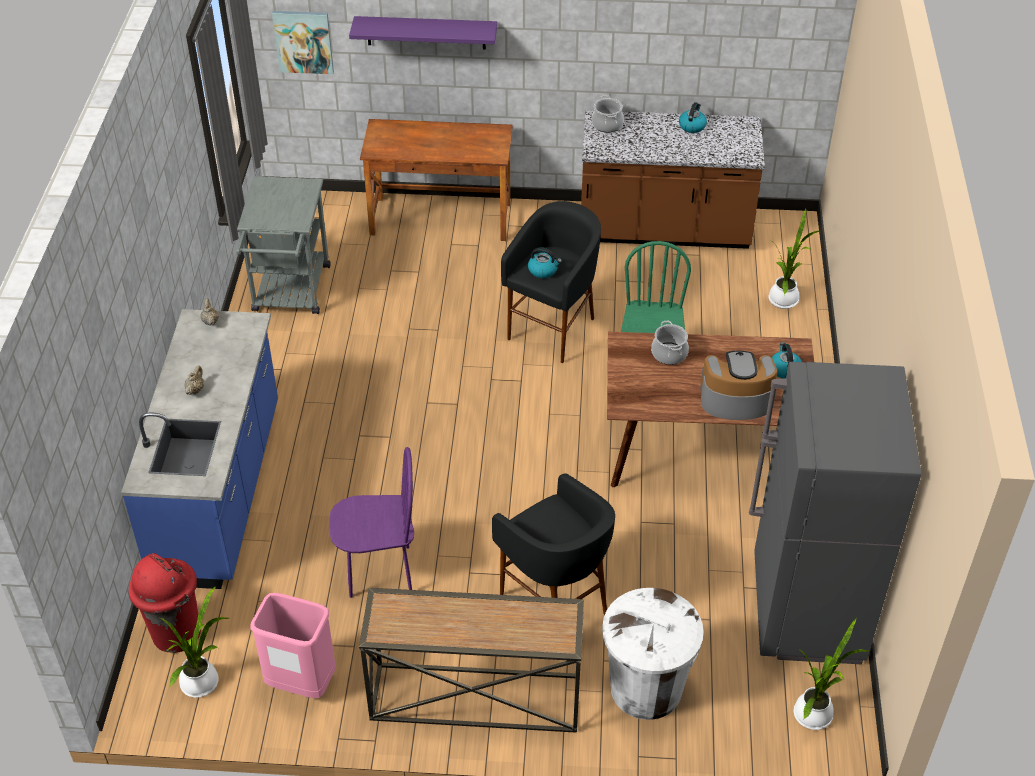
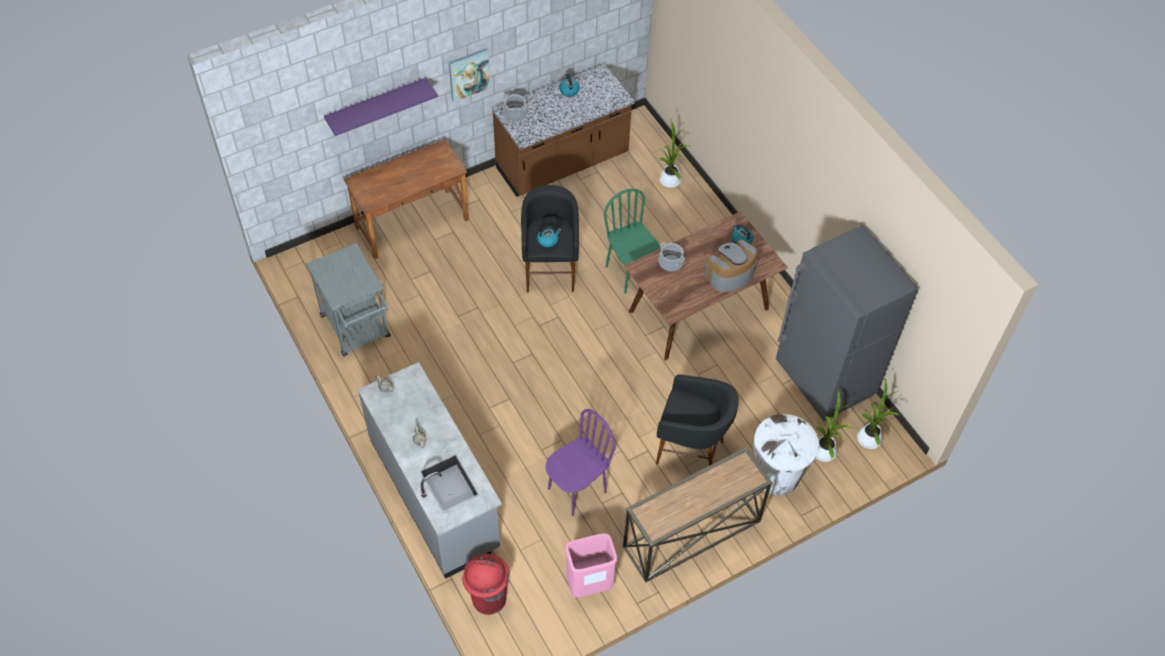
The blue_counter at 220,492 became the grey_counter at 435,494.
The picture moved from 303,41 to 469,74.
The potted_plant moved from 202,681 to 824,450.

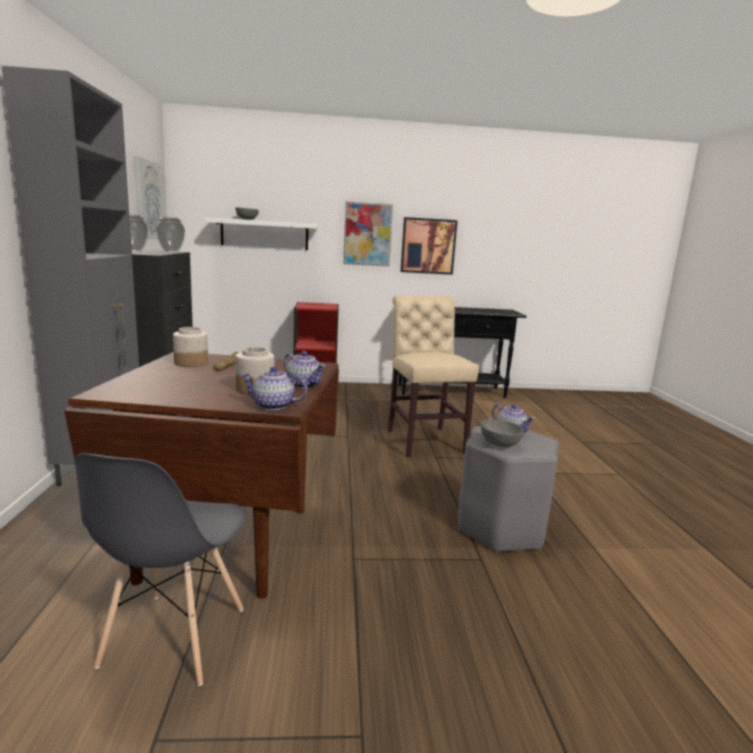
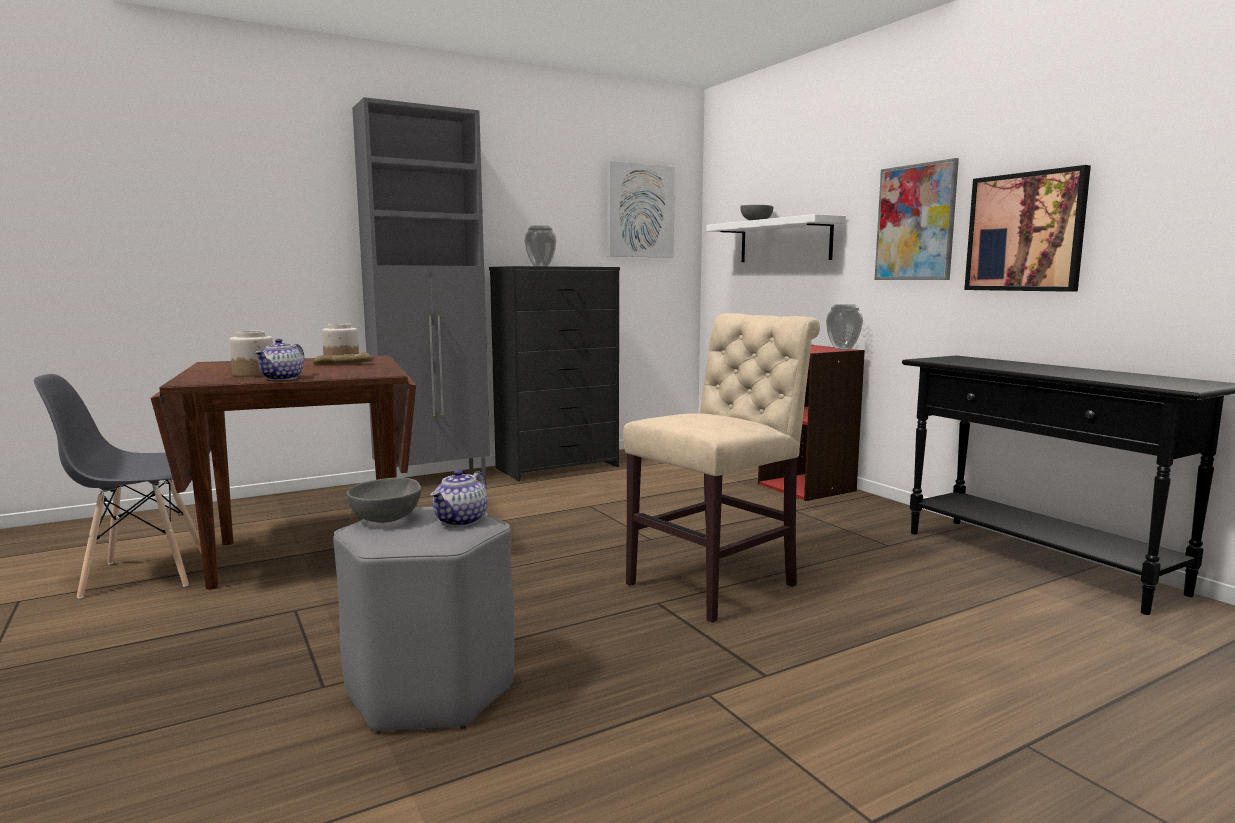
The vase moved from 172,252 to 843,349.
The teapot at 272,406 disappeared.

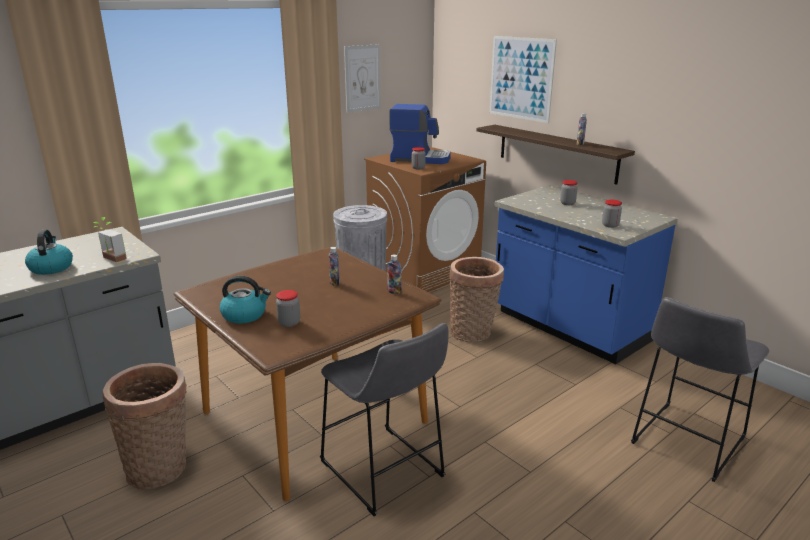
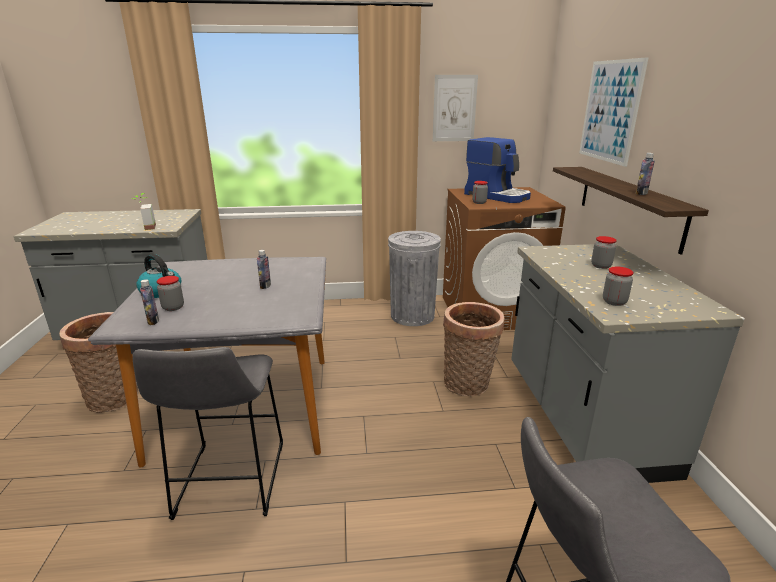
The brown_dining_table at 315,417 became the grey_dining_table at 247,407.
The bottle moved from 394,292 to 153,321.
The blue_counter at 568,327 became the grey_counter at 582,419.
The kettle at 51,267 disappeared.

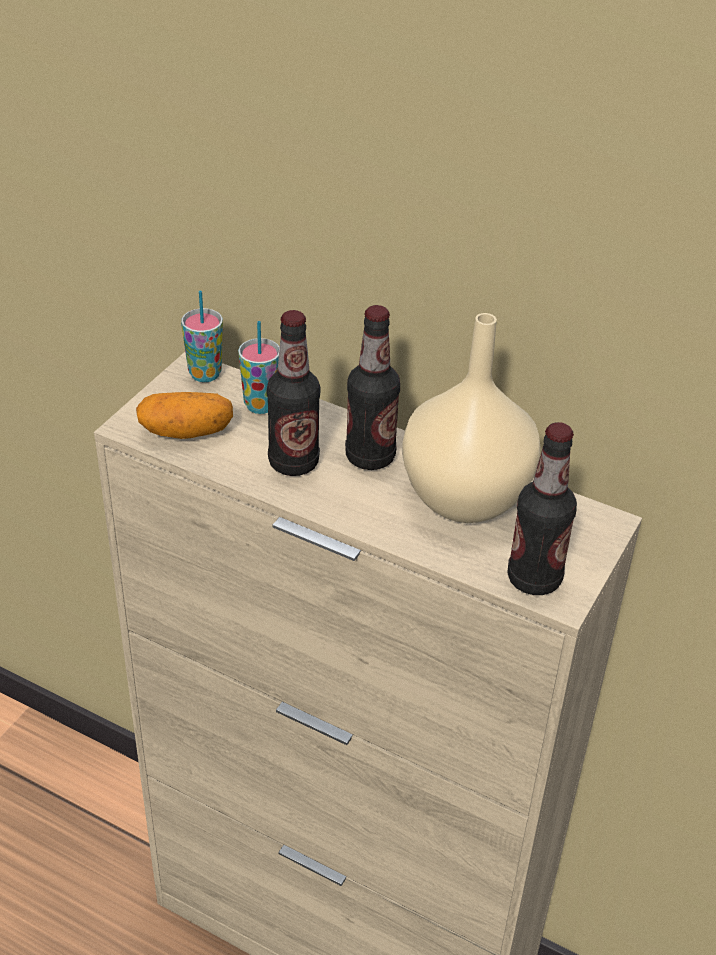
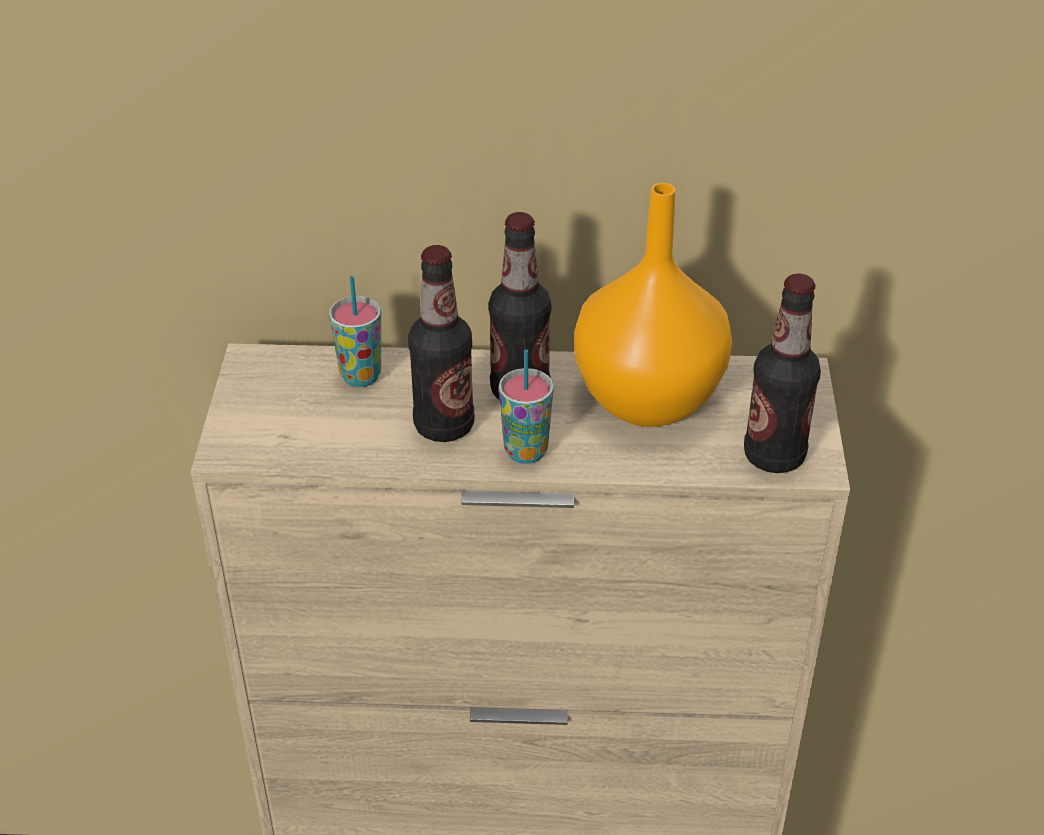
The cup moved from 205,374 to 526,451.
The beige_vase at 463,497 became the orange_vase at 645,398.
The potato at 186,431 disappeared.

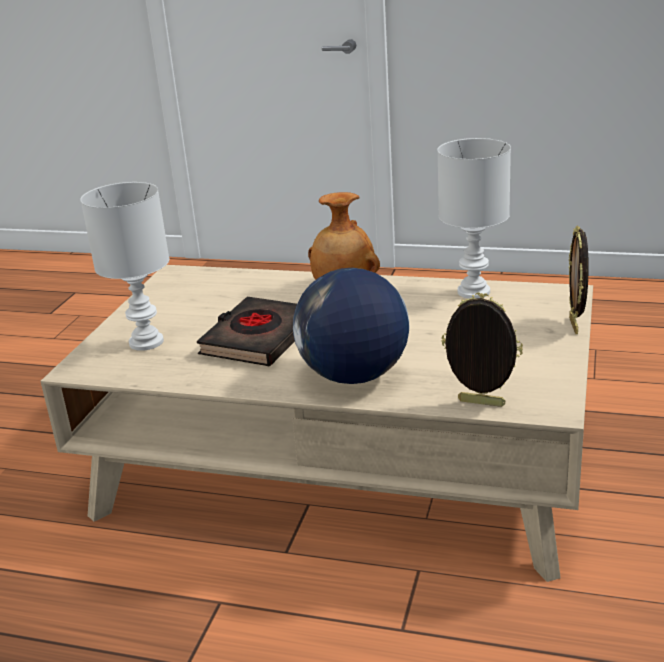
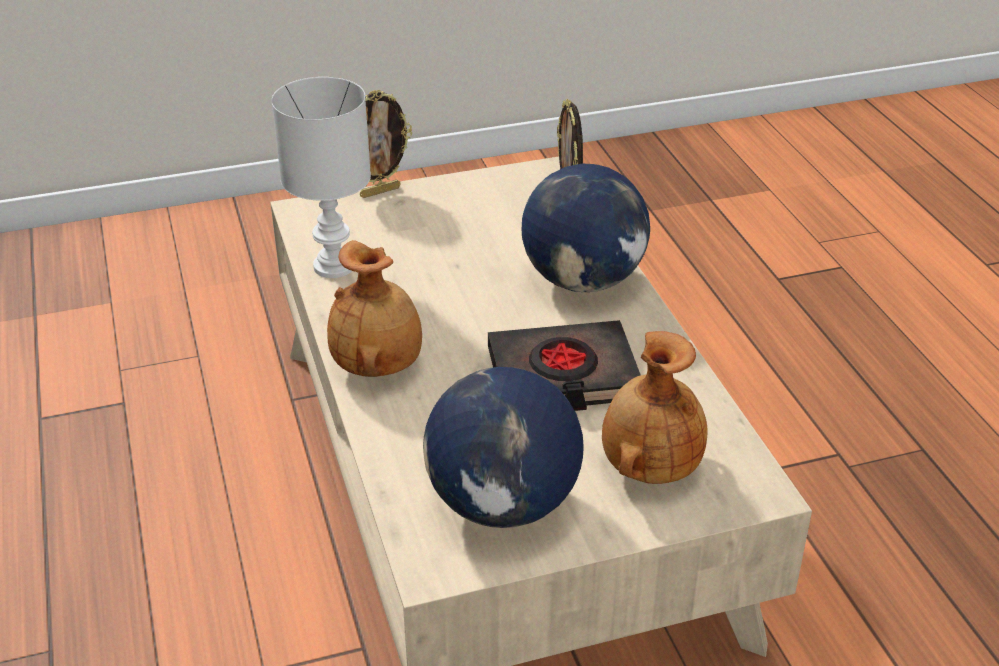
The globe at 503,504 appeared.
The white_table_lamp at 148,342 was replaced by the brown_vase at 649,466.

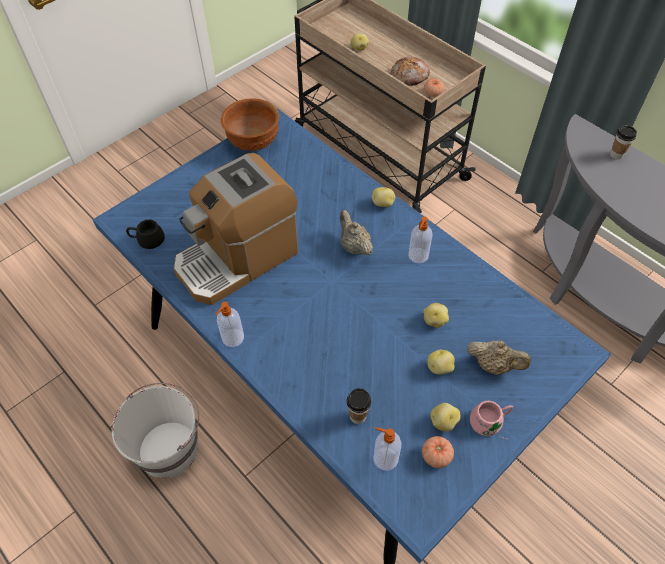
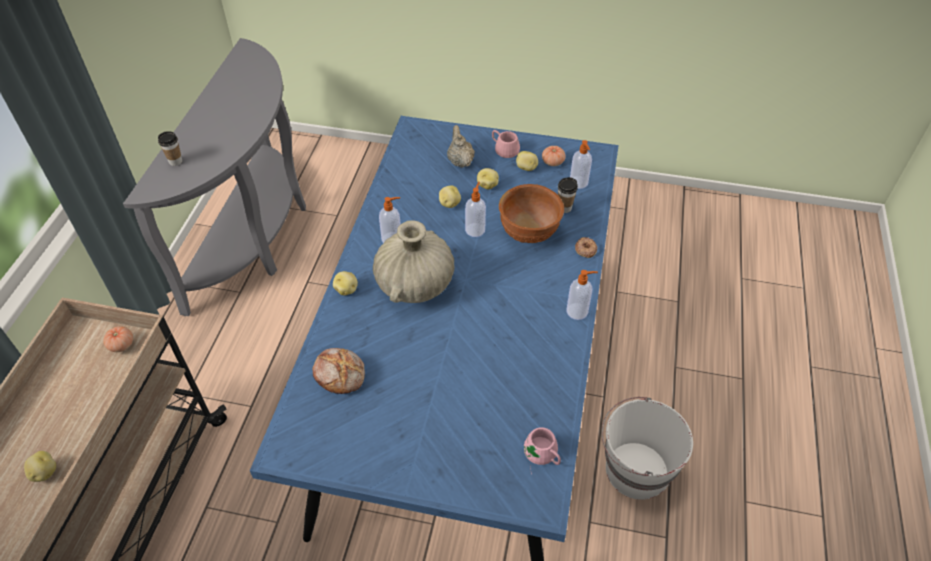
The bread moved from 410,76 to 340,374.
The beige_teapot at 354,246 was replaced by the beige_vase at 415,284.
The soap_dispenser at 475,229 appeared.
The brown_bowl moved from 252,142 to 529,233.
The black_mug at 147,237 became the pink_mug at 540,456.
The donut at 585,249 appeared.
The coffee_machine at 237,258 disappeared.

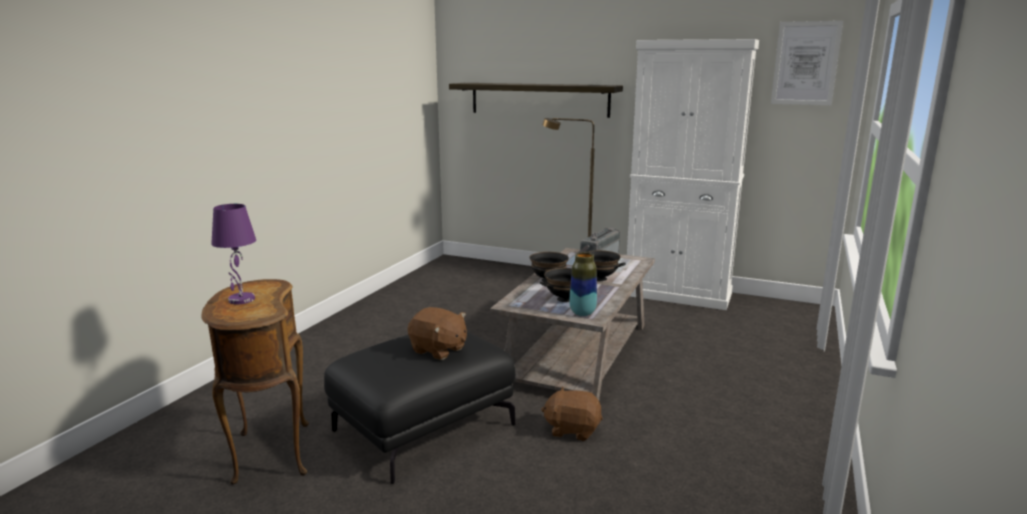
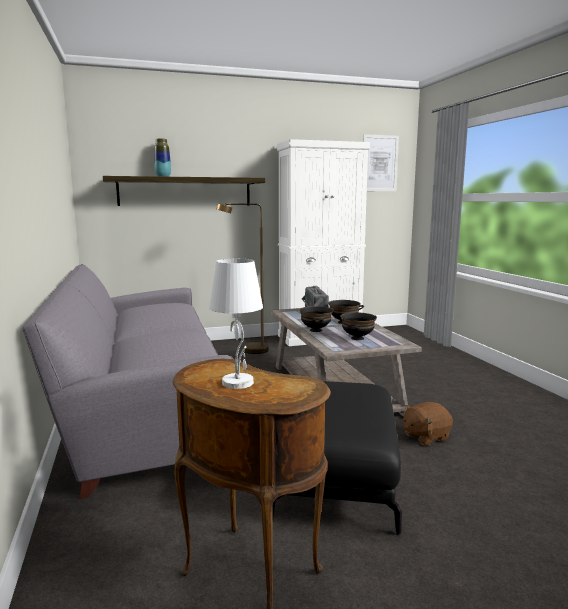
The grey_sofa at 143,409 appeared.
The vase moved from 582,313 to 163,177.
The purple_table_lamp at 241,300 became the white_table_lamp at 238,383.
The brown_plush_toy at 438,350 disappeared.

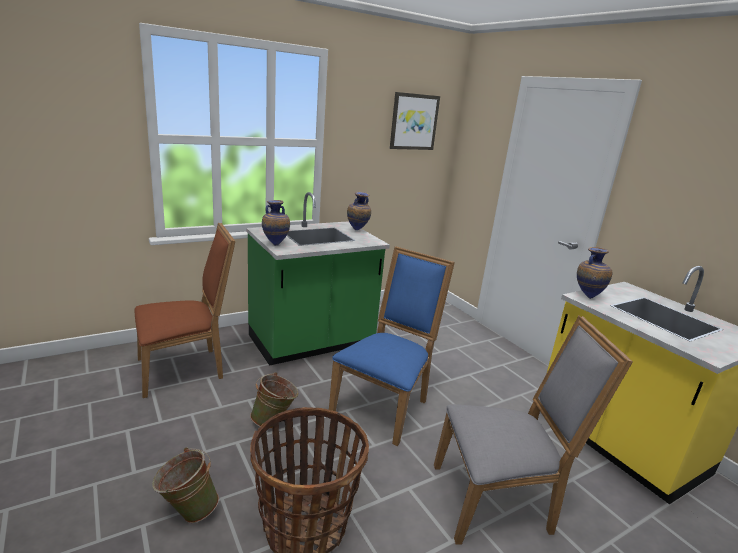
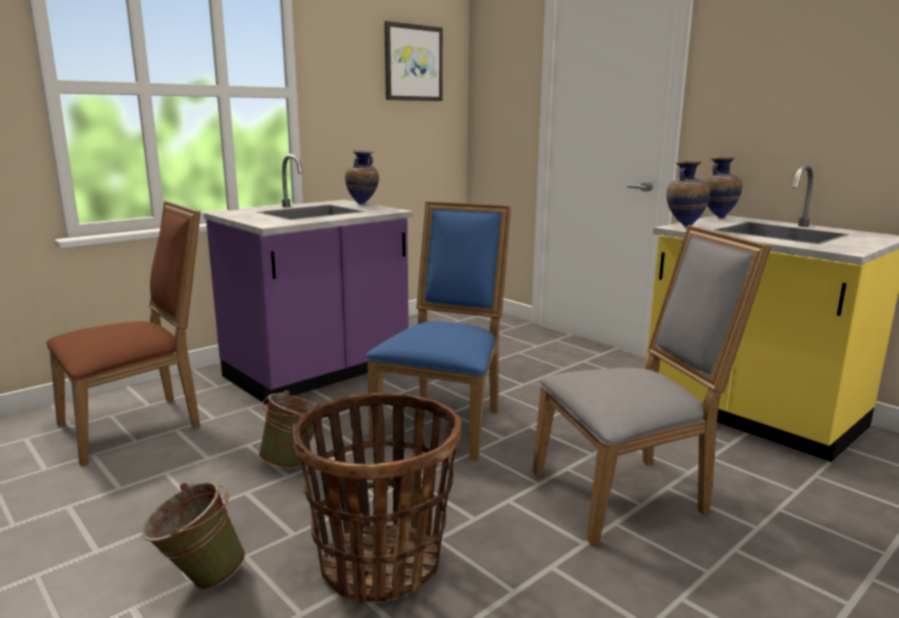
The green_counter at 311,342 became the purple_counter at 318,372.
The vase moved from 275,244 to 717,217.

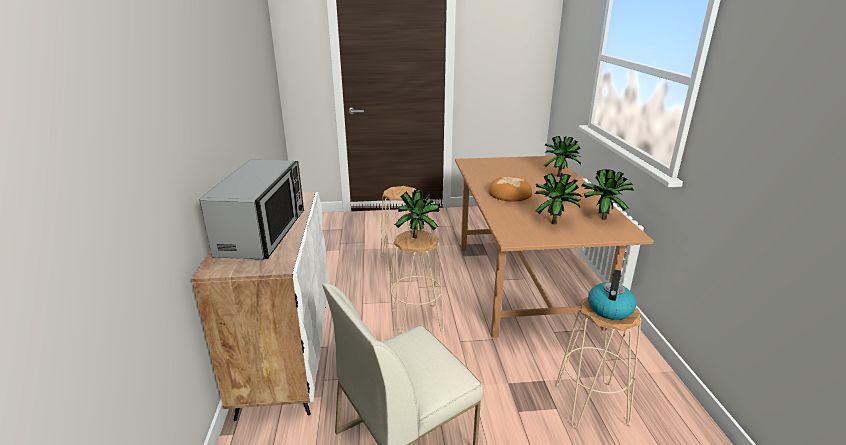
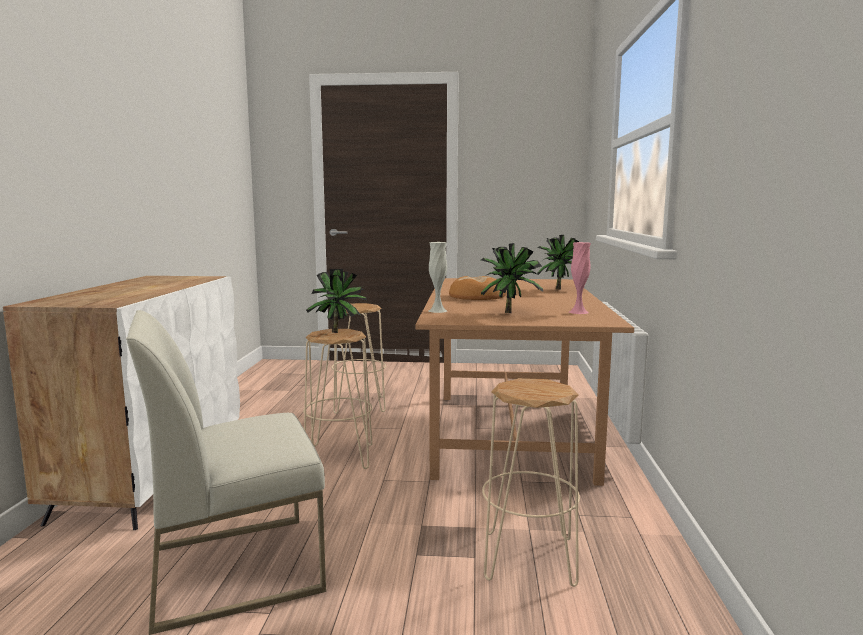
The white_vase at 437,311 appeared.
The potted_plant at 600,217 was replaced by the pink_vase at 578,312.
The microwave at 263,233 disappeared.
The kettle at 609,308 disappeared.

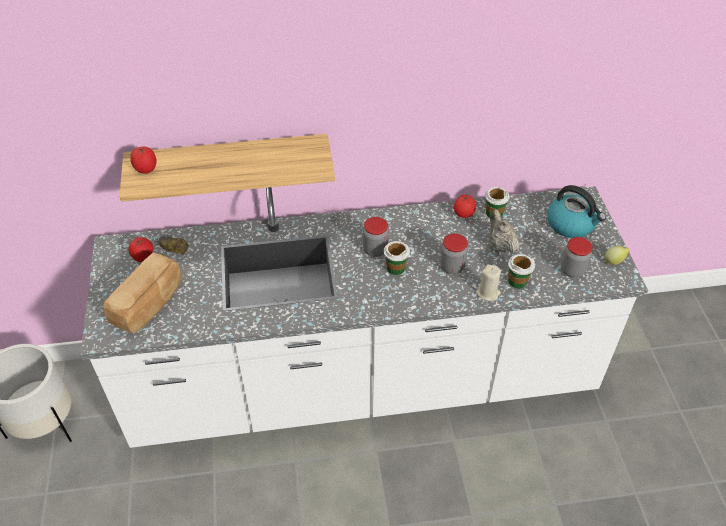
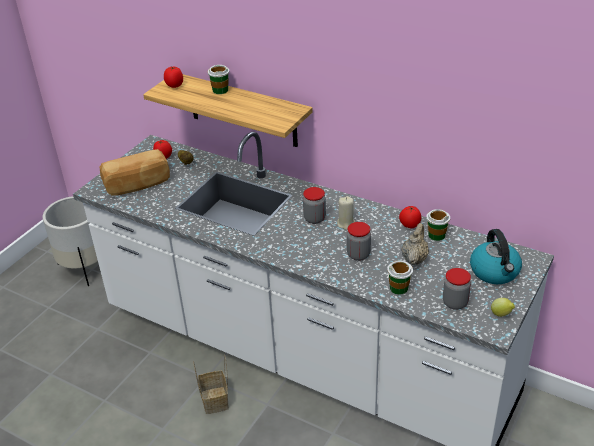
The basket at 216,401 appeared.
The cup moved from 395,268 to 220,90.
The beige_candle moved from 488,293 to 346,224.

